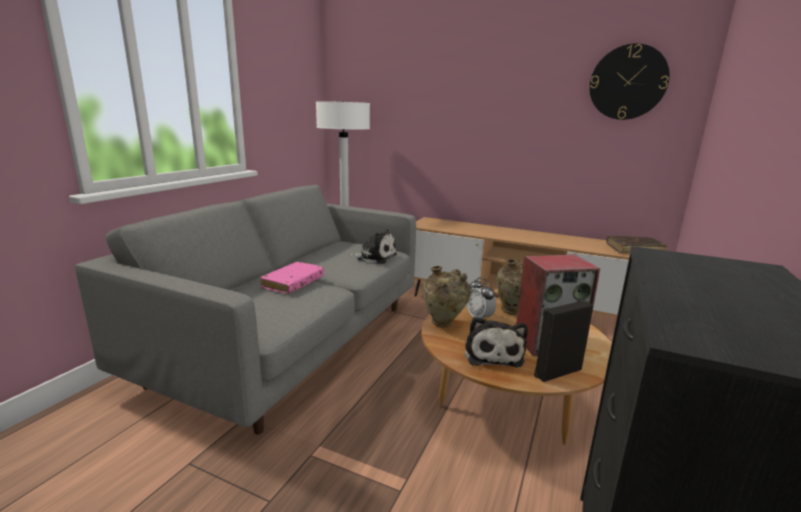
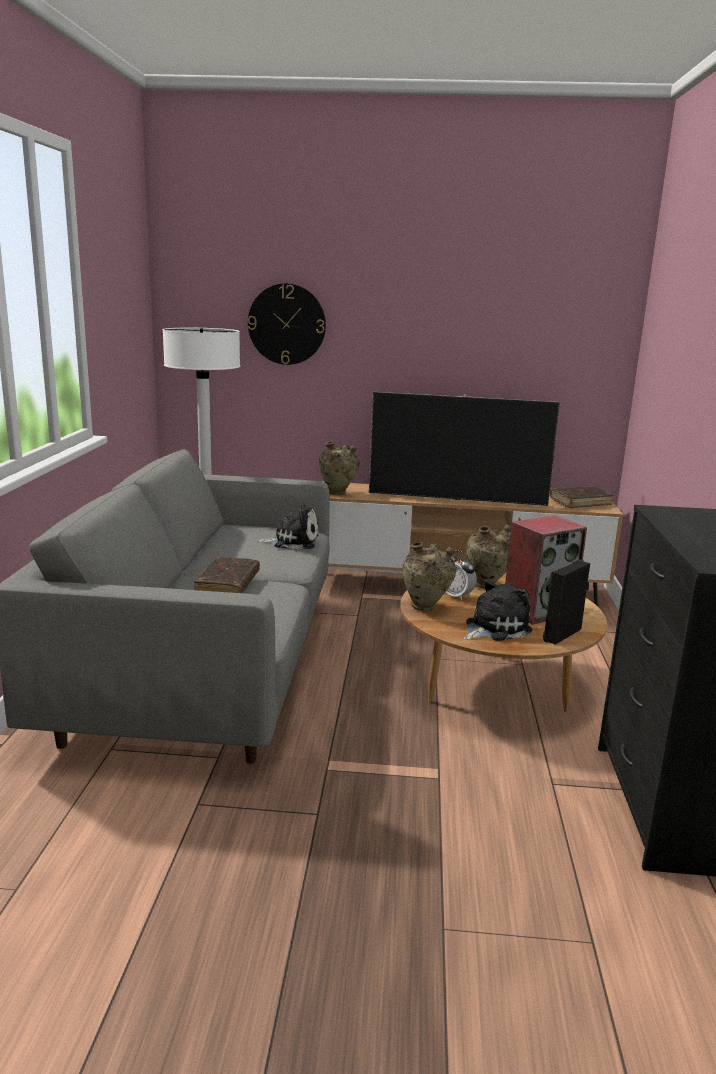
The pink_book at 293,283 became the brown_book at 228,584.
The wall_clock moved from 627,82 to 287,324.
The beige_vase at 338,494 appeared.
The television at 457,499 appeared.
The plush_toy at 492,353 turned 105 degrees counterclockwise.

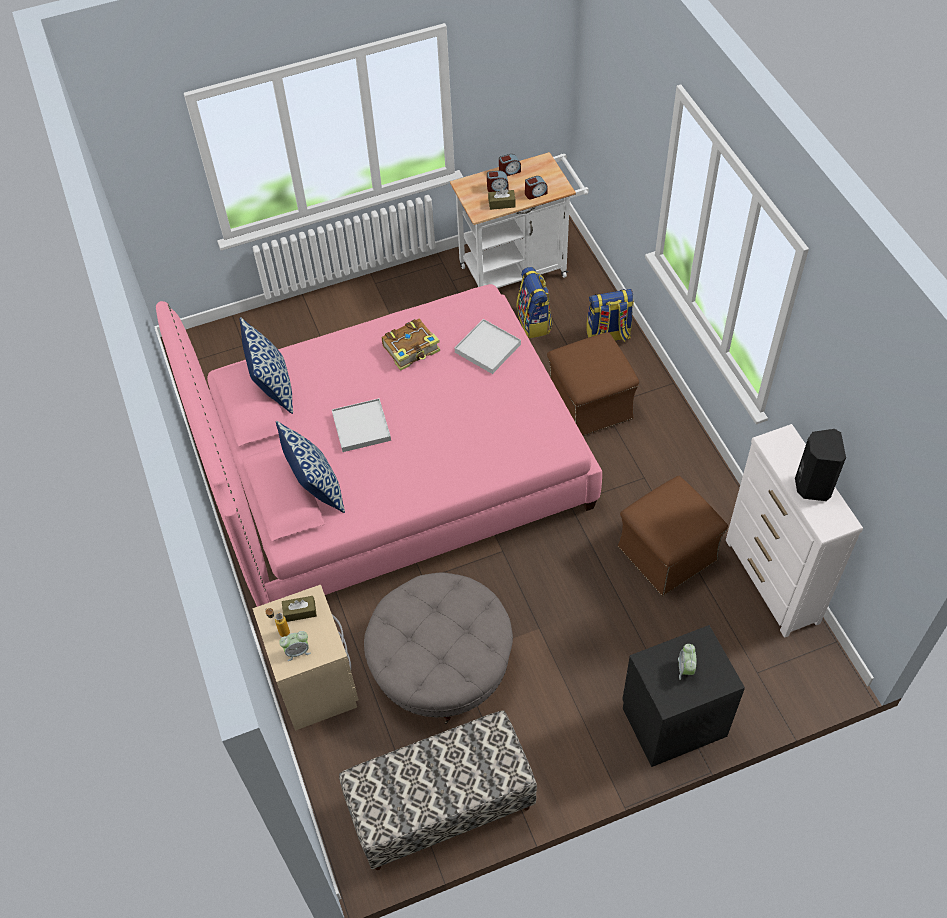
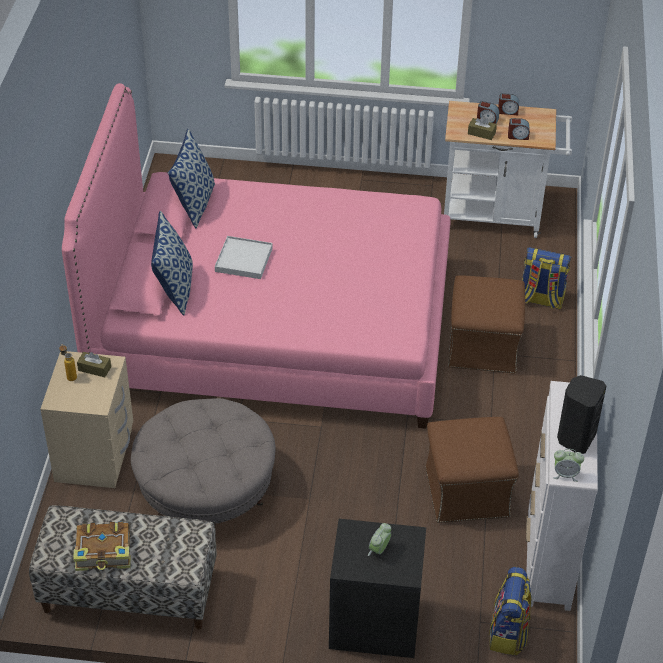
The book moved from 412,349 to 104,553.
The backpack moved from 534,322 to 508,633.
The alarm_clock moved from 297,651 to 565,474.
The white_tray at 487,348 disappeared.

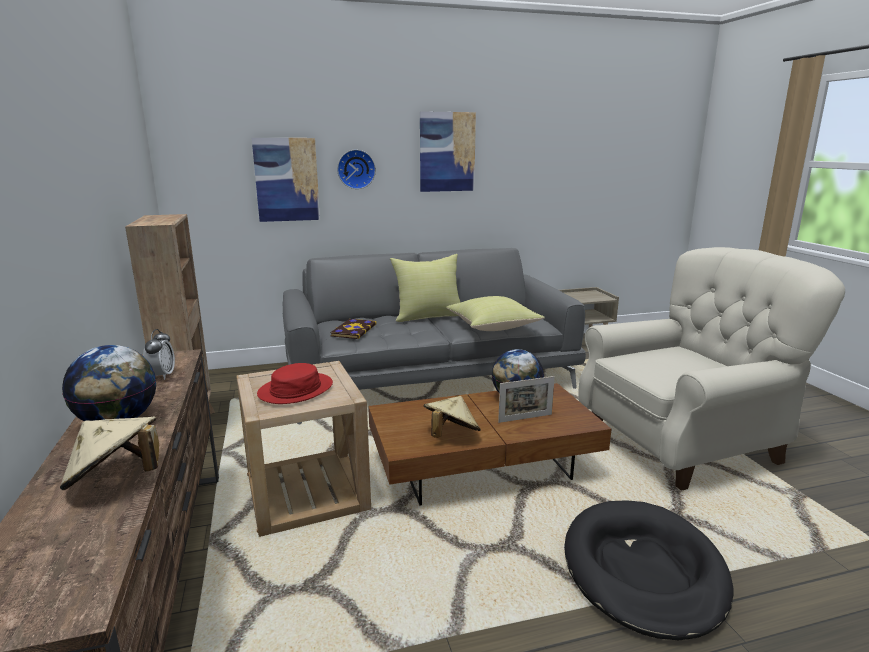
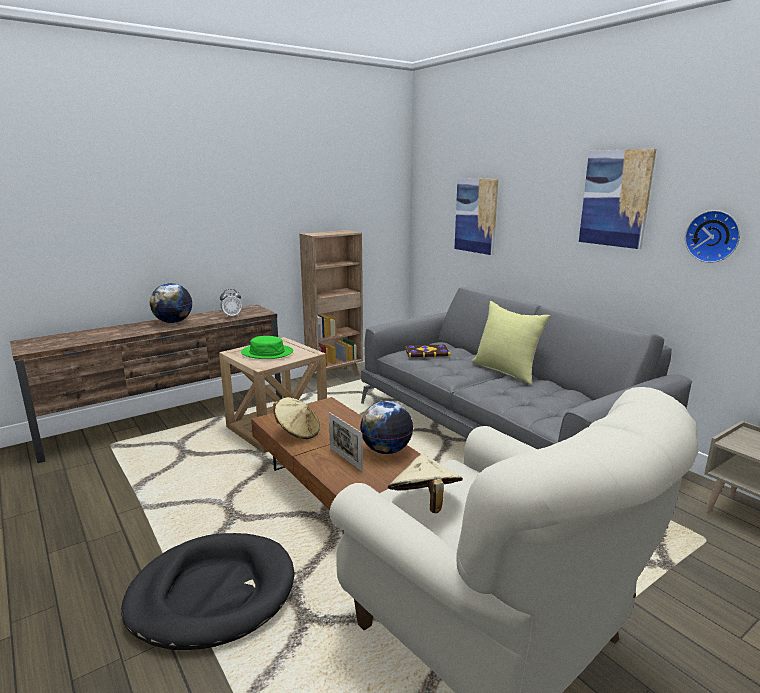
The red_hat at 295,389 became the green_hat at 267,352.
The beige_hat moved from 116,479 to 424,503.
The wall_clock moved from 356,169 to 713,236.
The yellow_pillow at 493,327 disappeared.

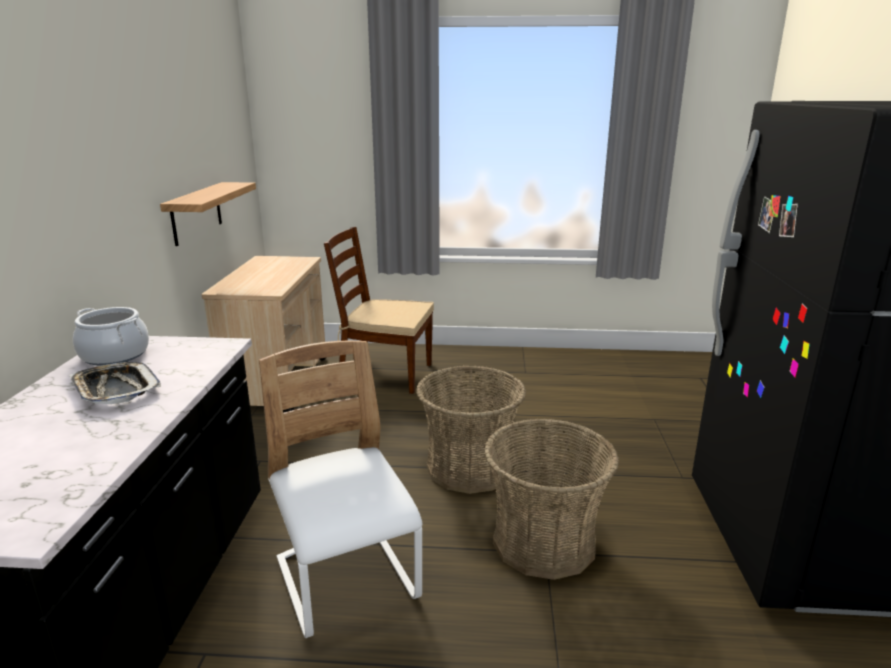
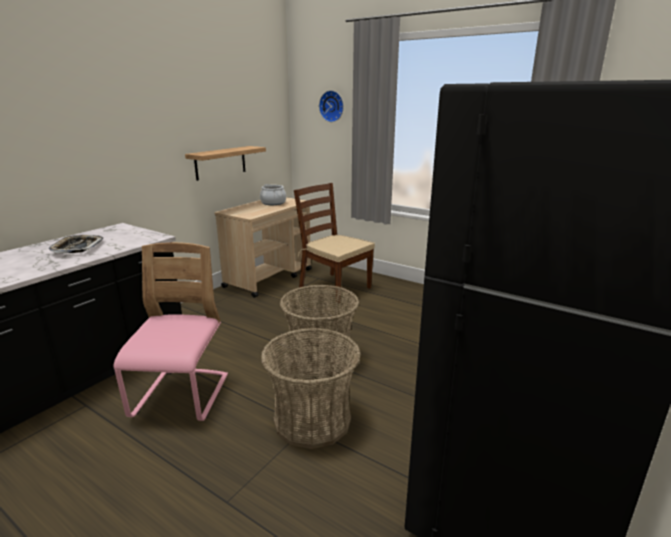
The white_chair at 346,581 became the pink_chair at 181,397.
The cooking_pot moved from 114,355 to 273,203.
The wall_clock at 332,106 appeared.

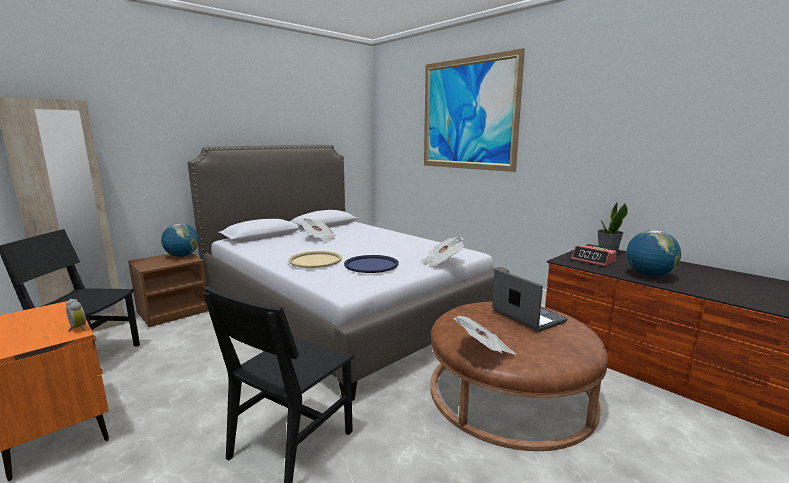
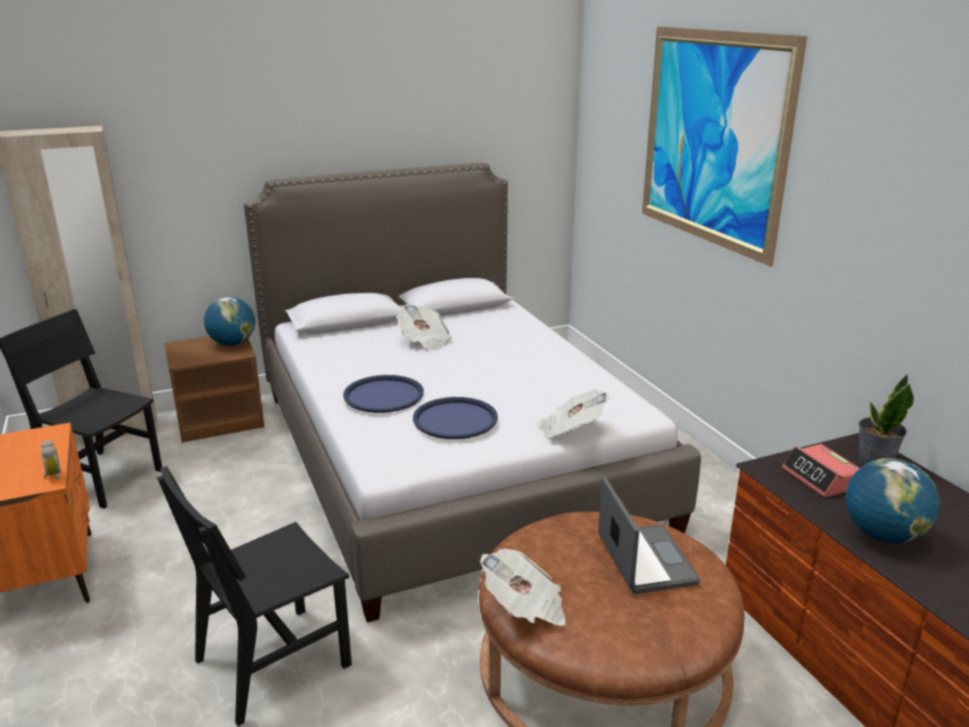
The beige_tray at 315,260 became the blue_tray at 383,395.

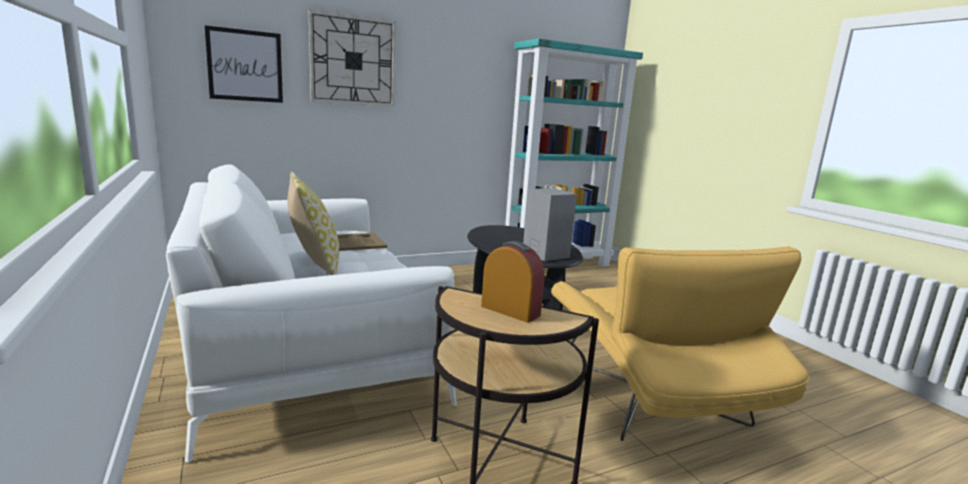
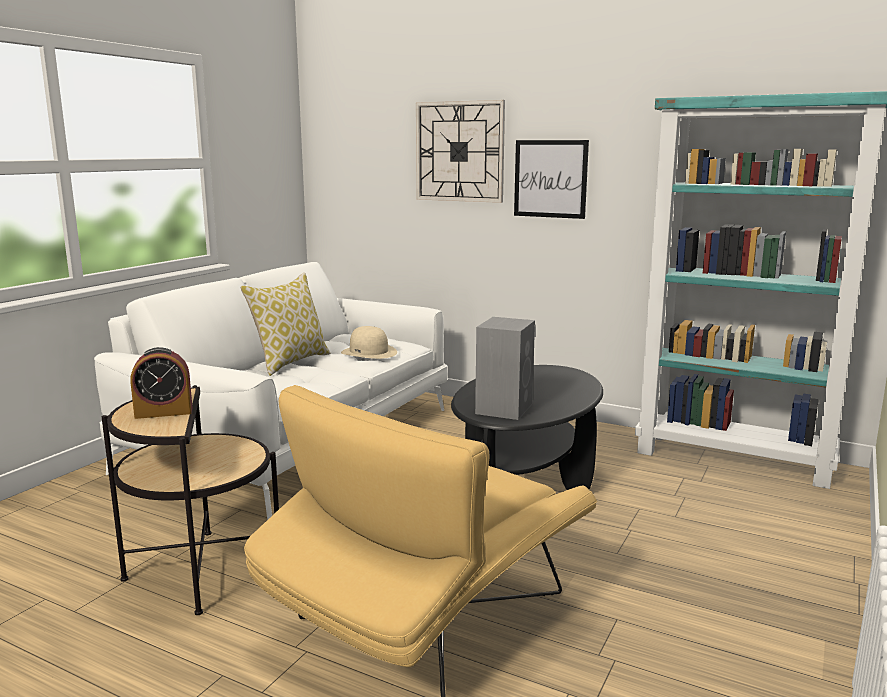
The alarm_clock at 510,310 turned 75 degrees clockwise.
The beige_tray at 355,242 was replaced by the beige_hat at 369,352.
The picture moved from 245,65 to 550,179.

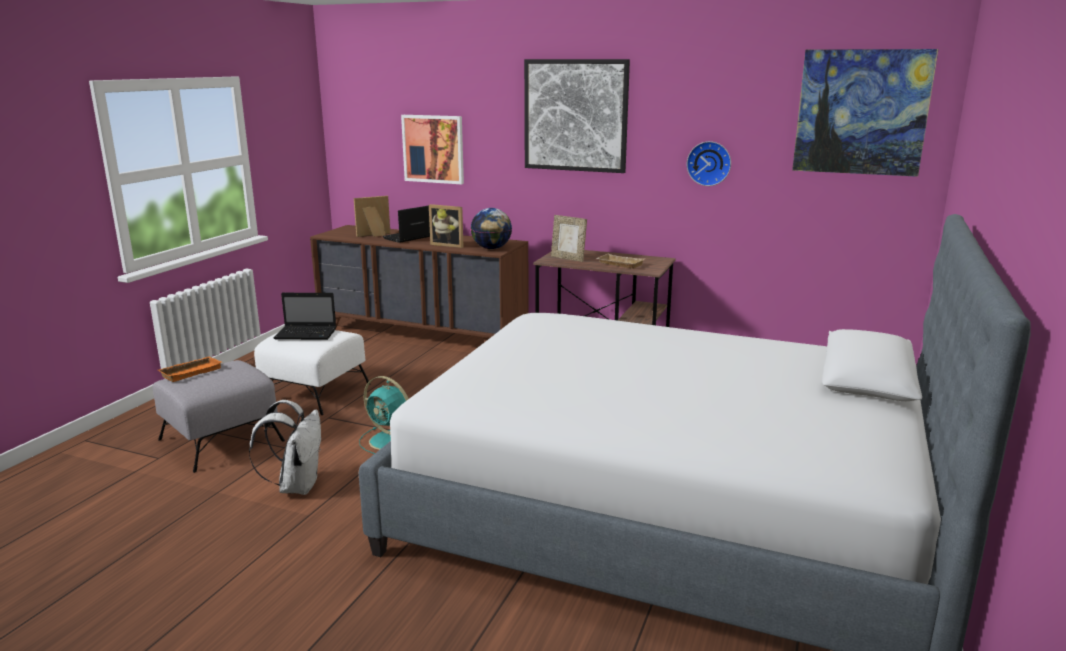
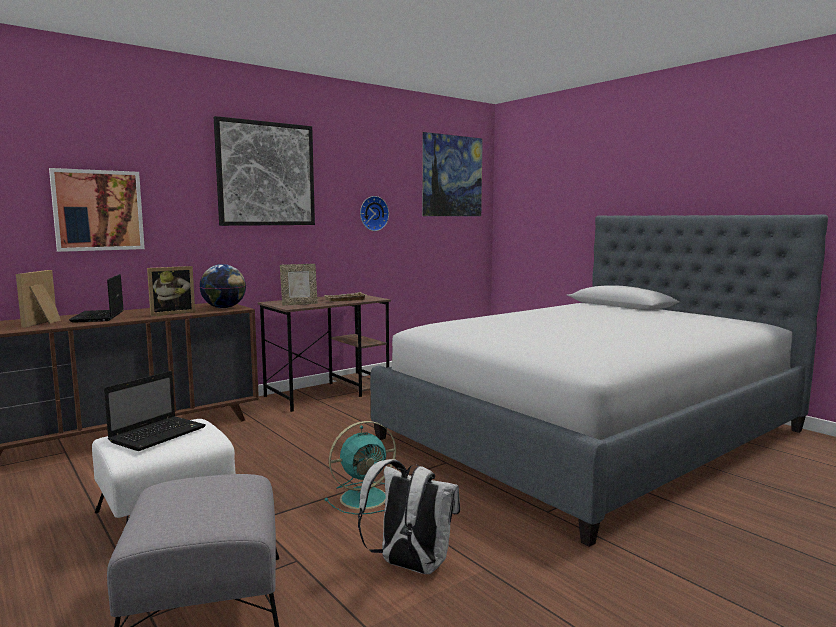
The orange_tray at 191,372 disappeared.

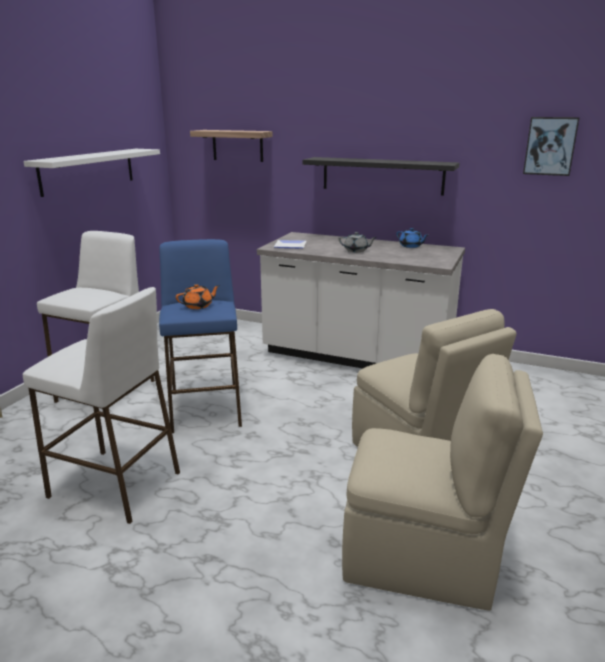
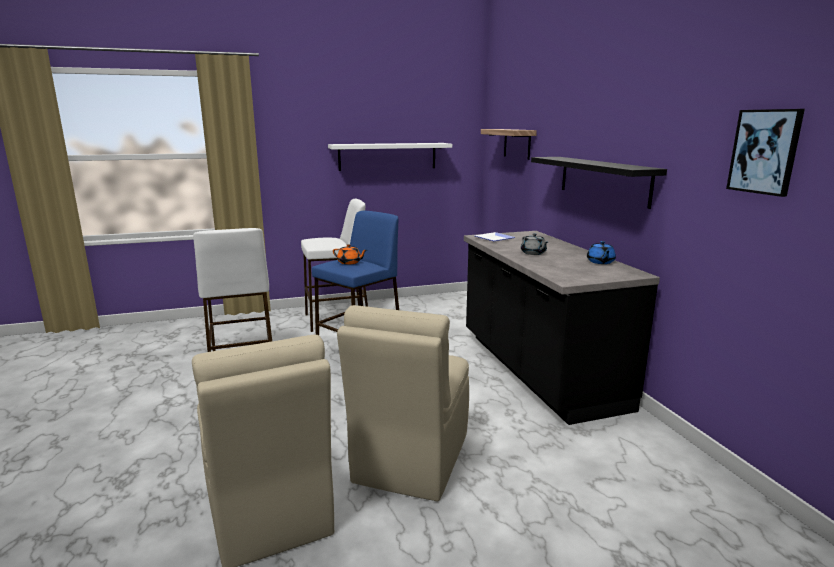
The white_counter at 357,356 became the black_counter at 537,370.

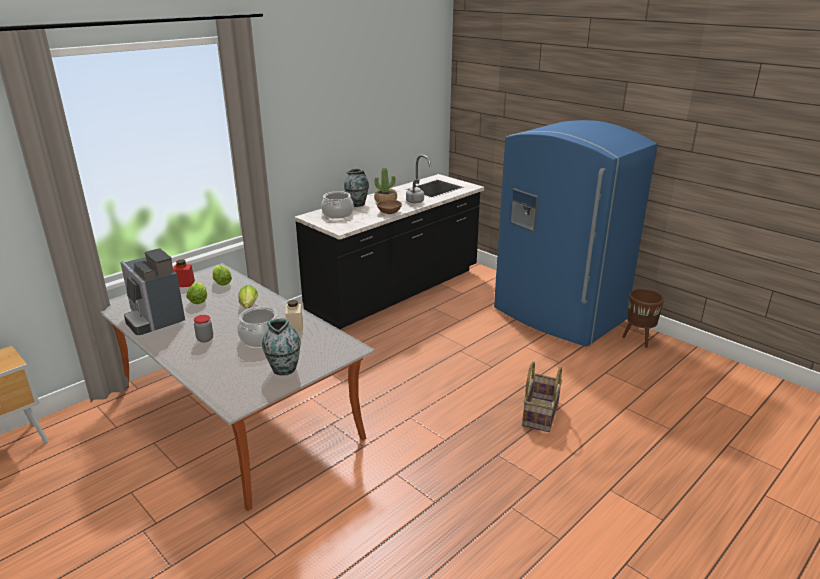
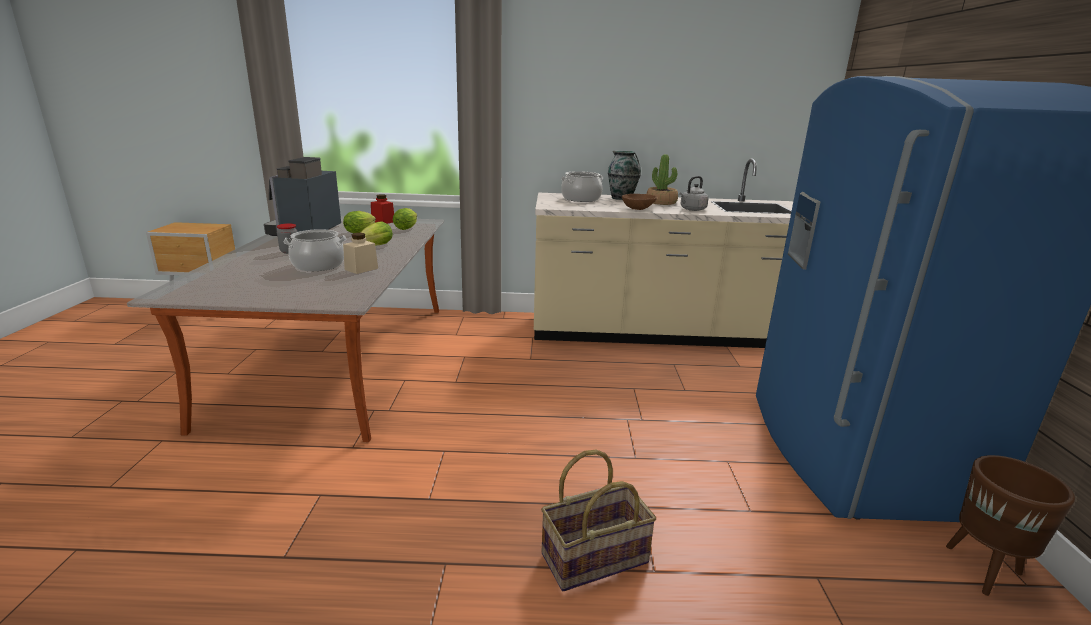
The black_counter at 396,292 became the beige_counter at 658,334.
The vase at 284,368 disappeared.

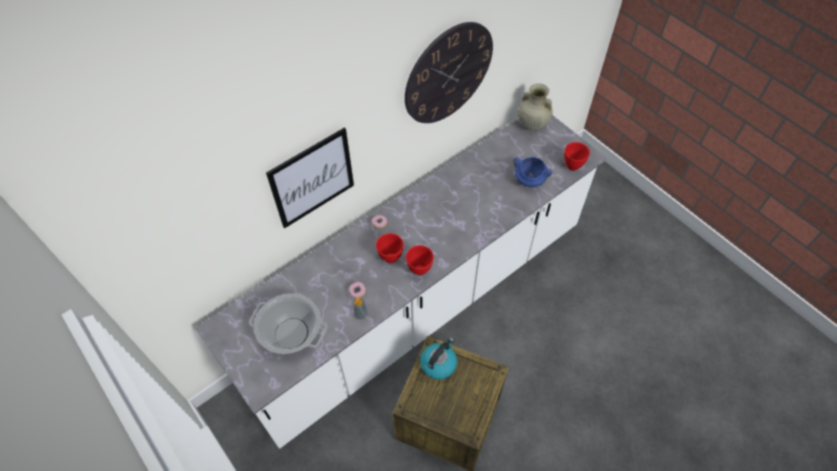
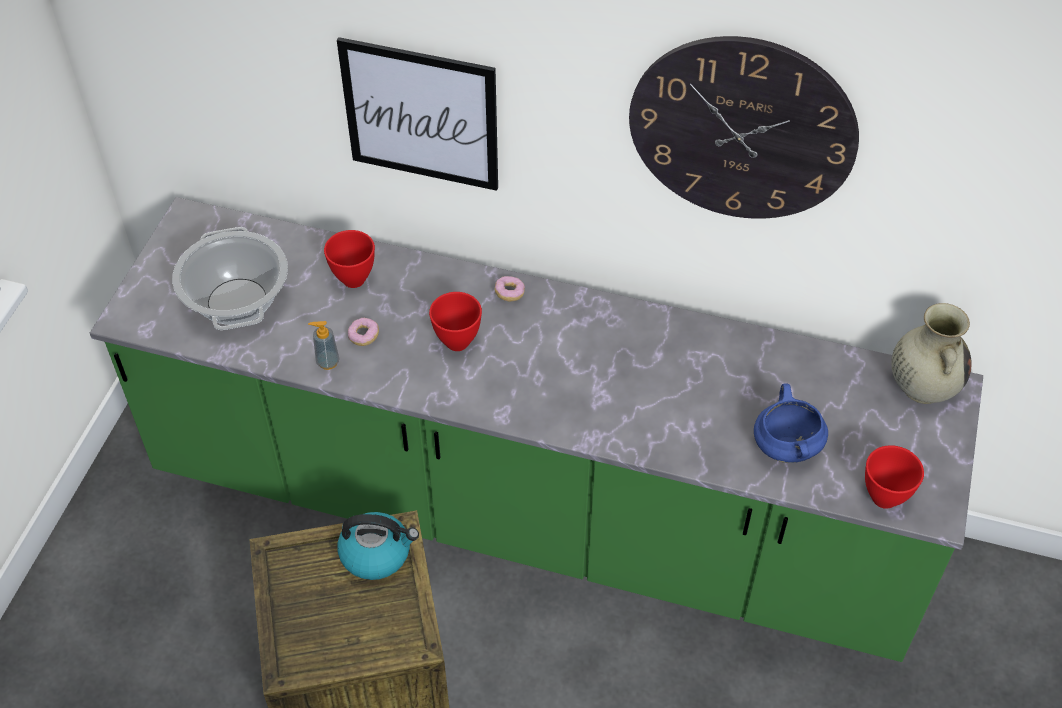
The white_counter at 419,306 became the green_counter at 531,514.
The red_bowl moved from 419,269 to 355,279.

